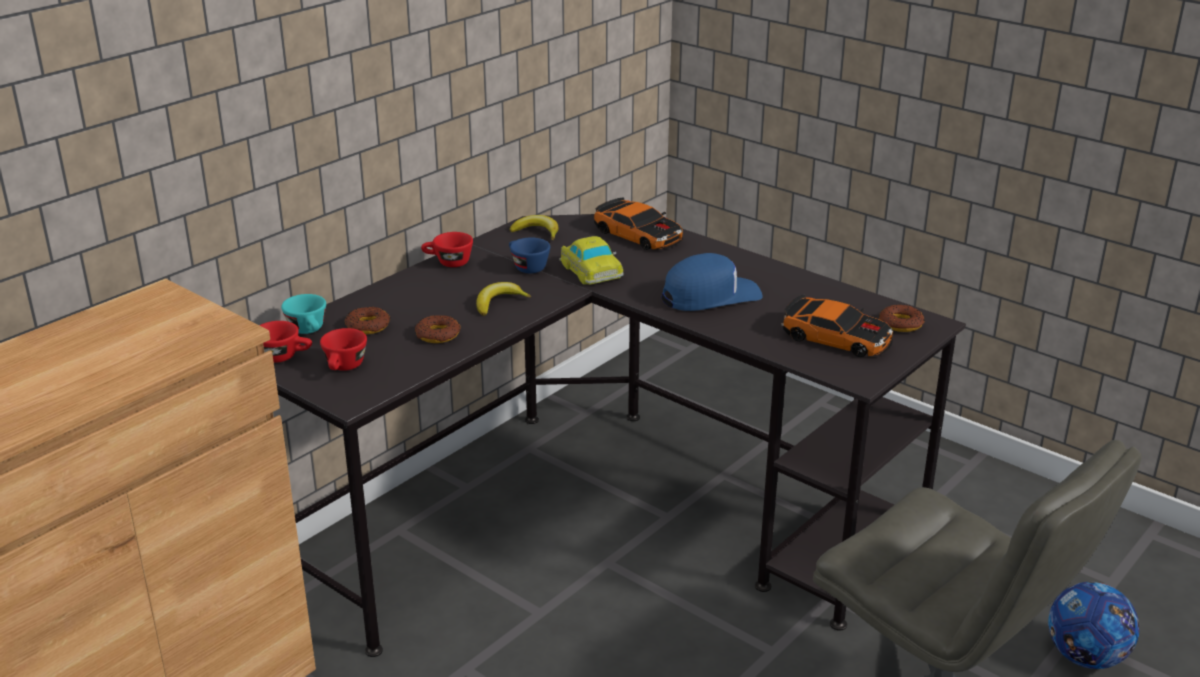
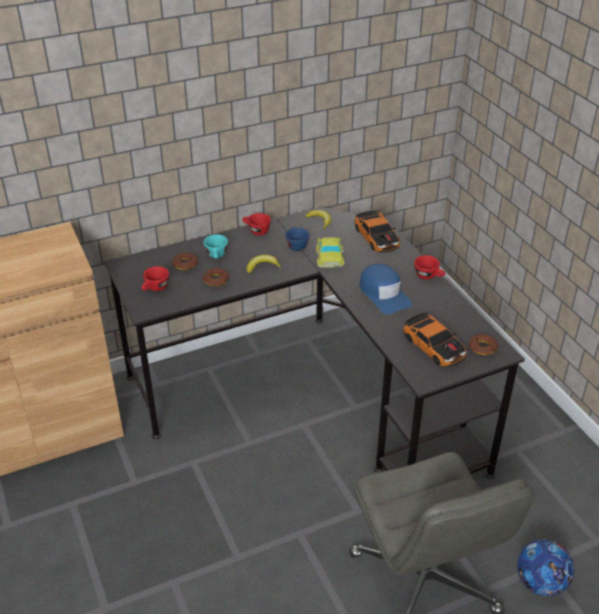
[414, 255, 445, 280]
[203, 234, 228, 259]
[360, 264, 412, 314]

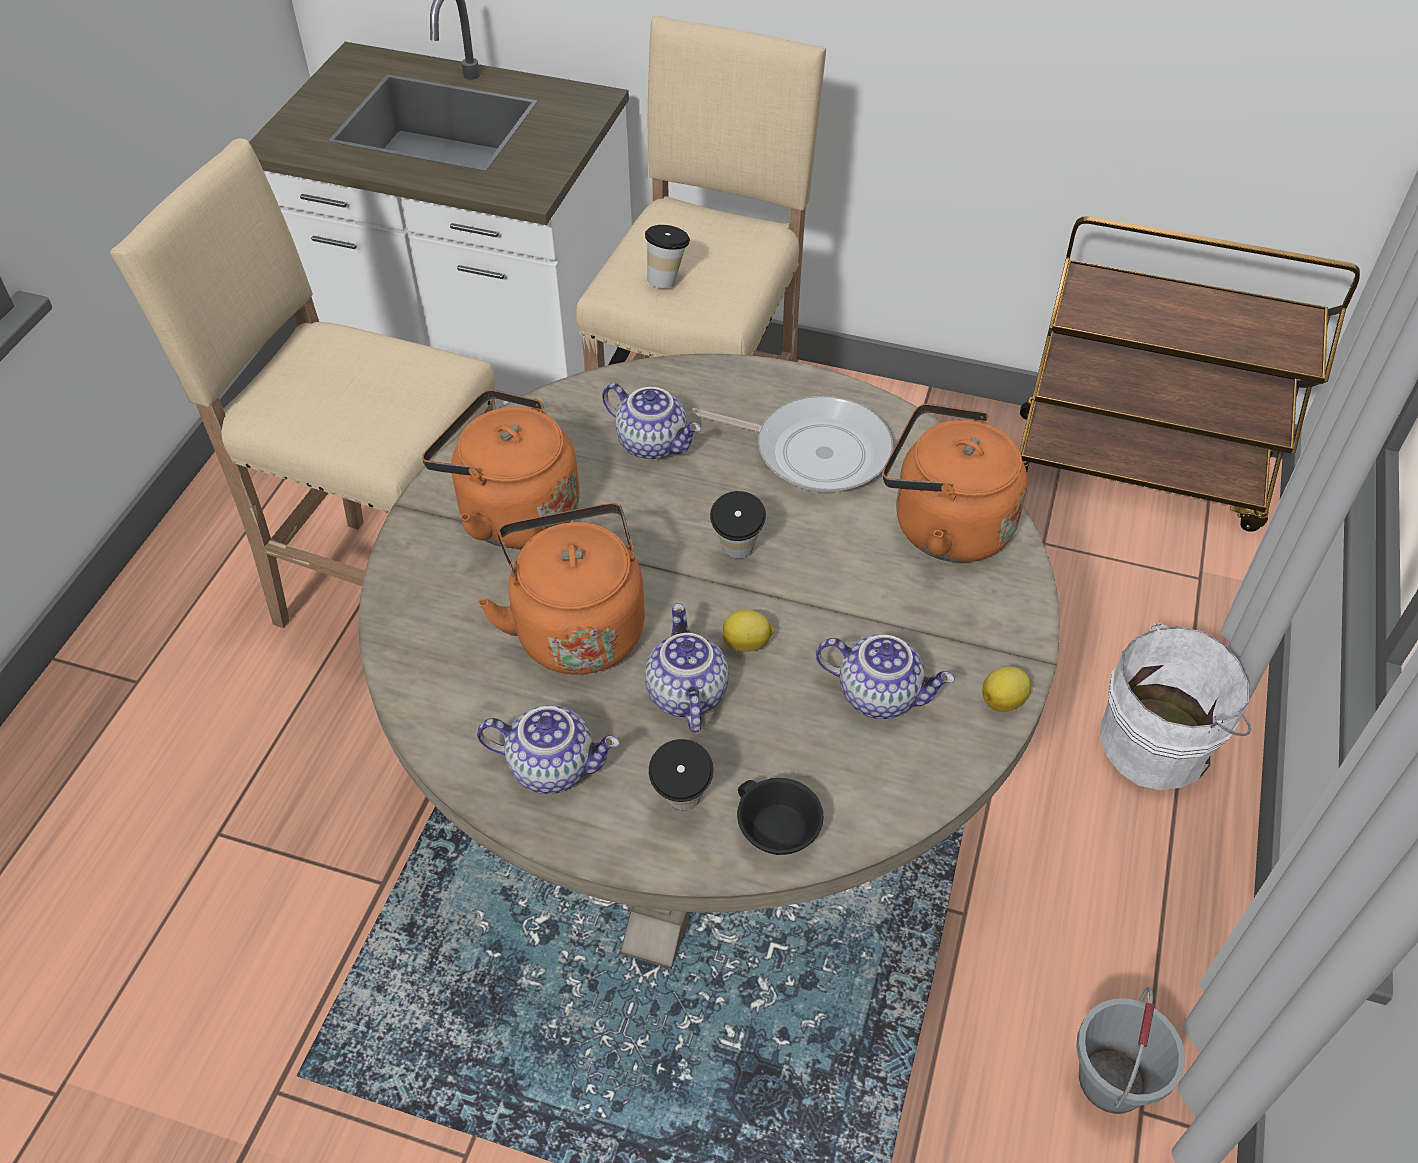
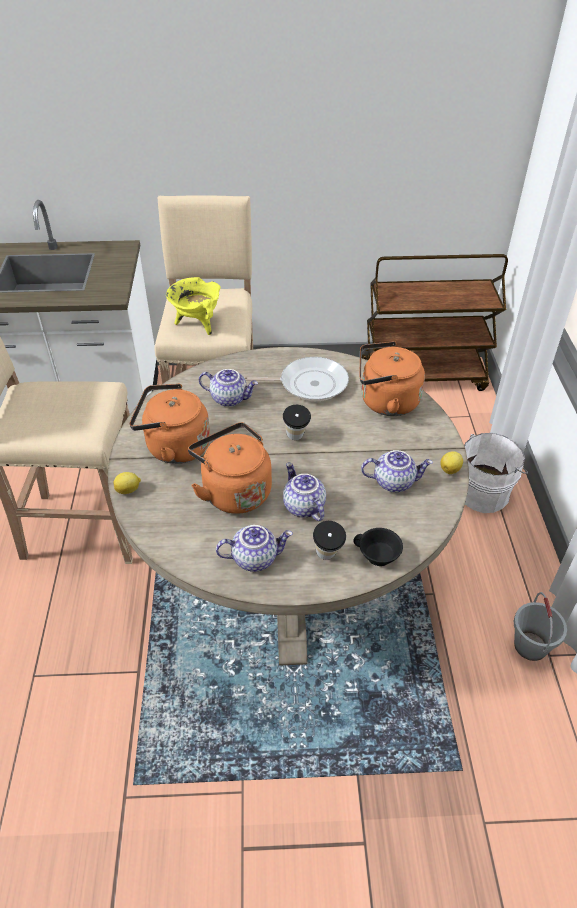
[166, 277, 221, 335]
[113, 472, 141, 494]

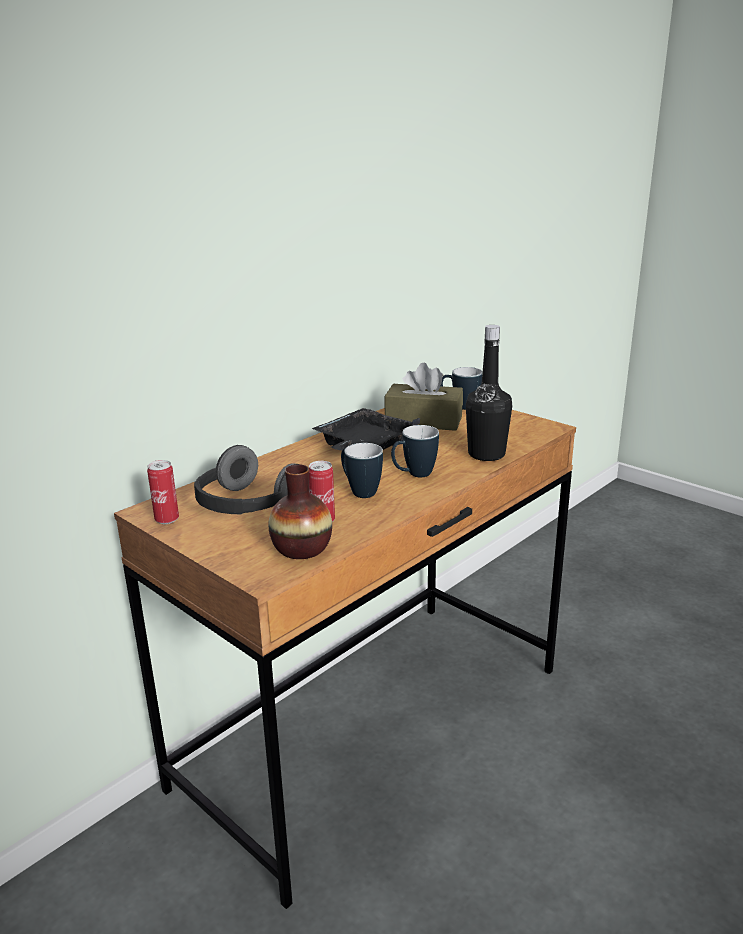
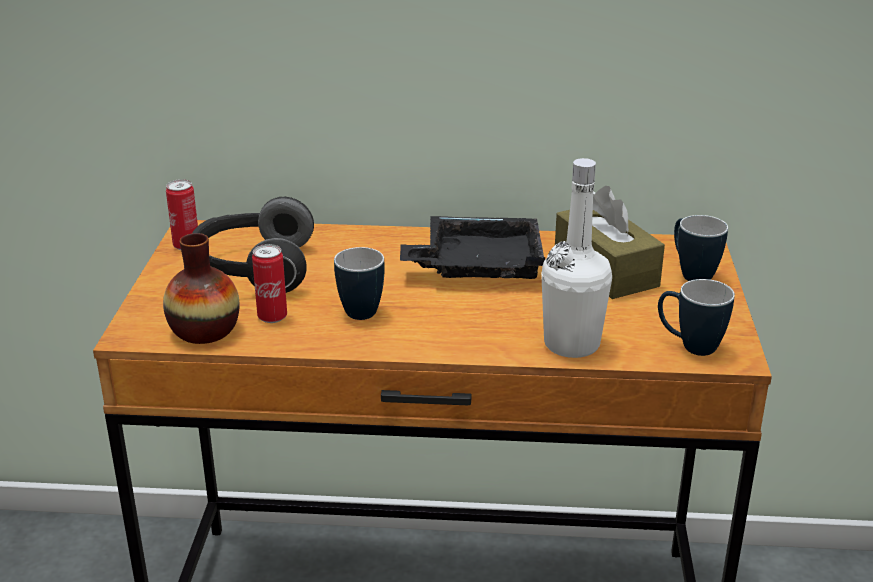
[658, 279, 735, 356]
[541, 158, 612, 358]

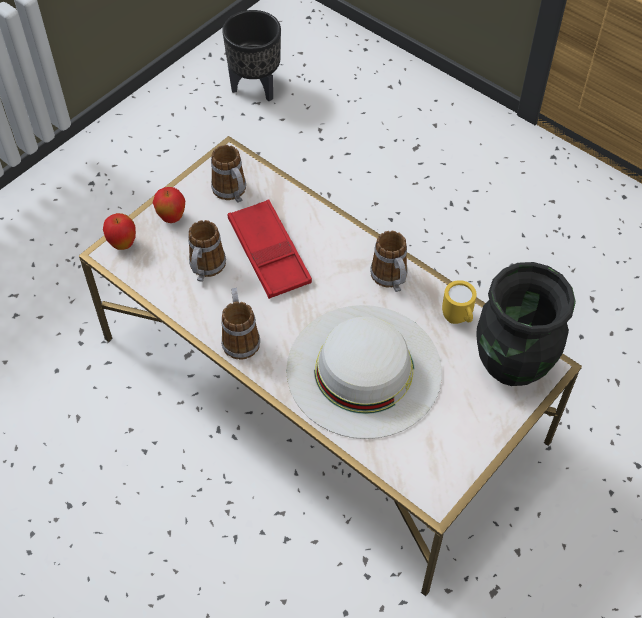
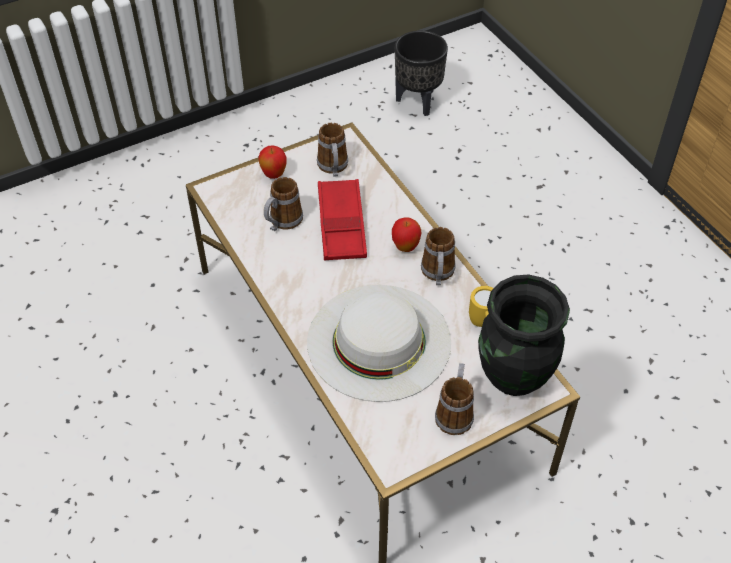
[392, 218, 421, 252]
[435, 363, 474, 435]

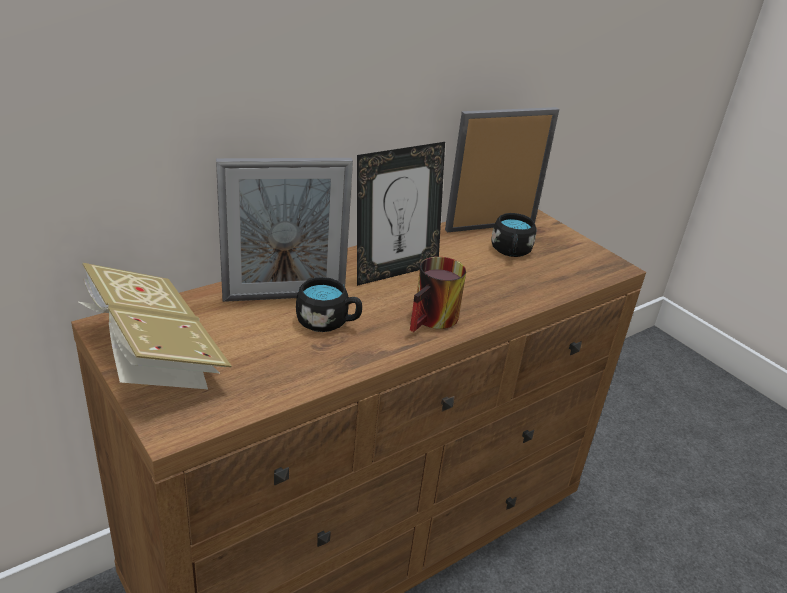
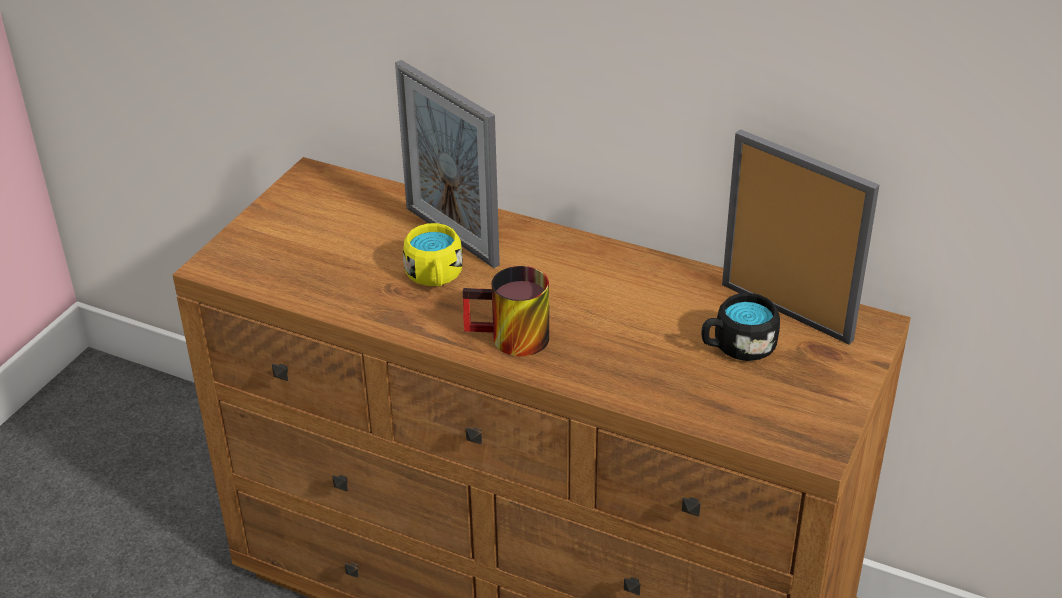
[77, 263, 232, 389] (first image)
[403, 223, 463, 286]
[357, 142, 445, 286] (first image)

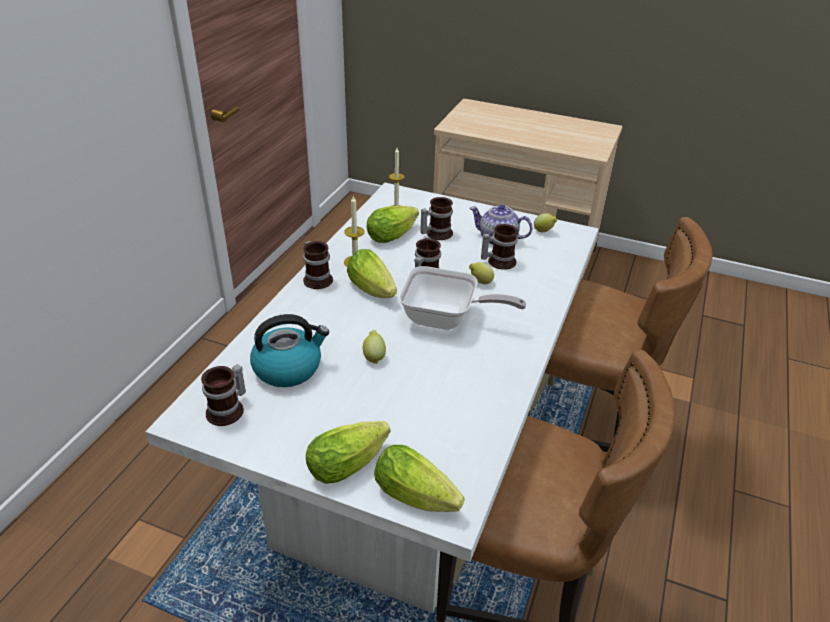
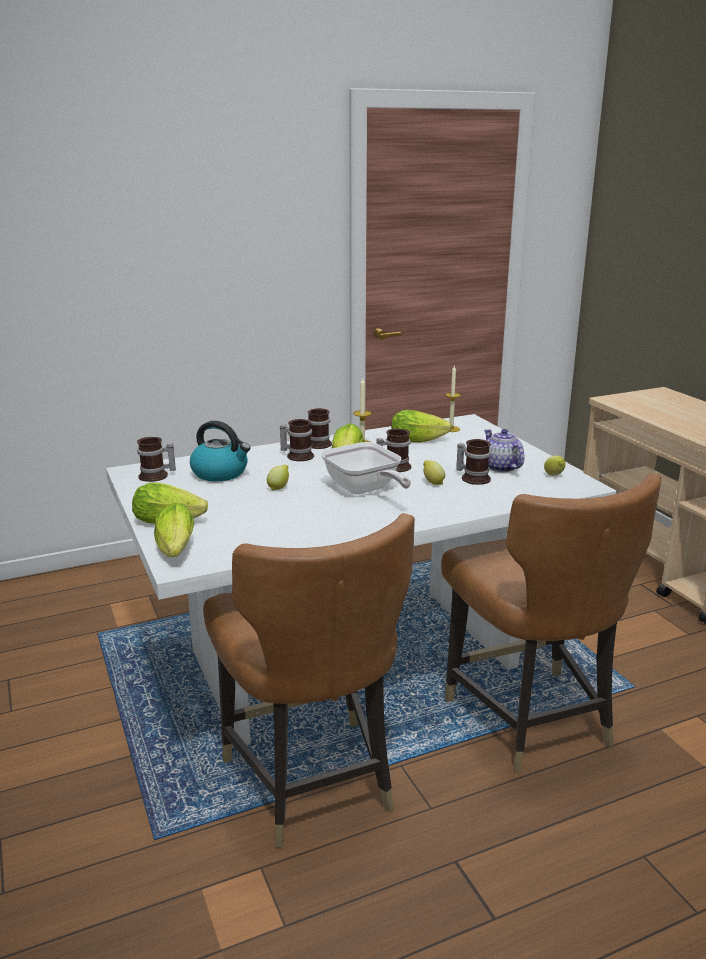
[280, 419, 314, 461]

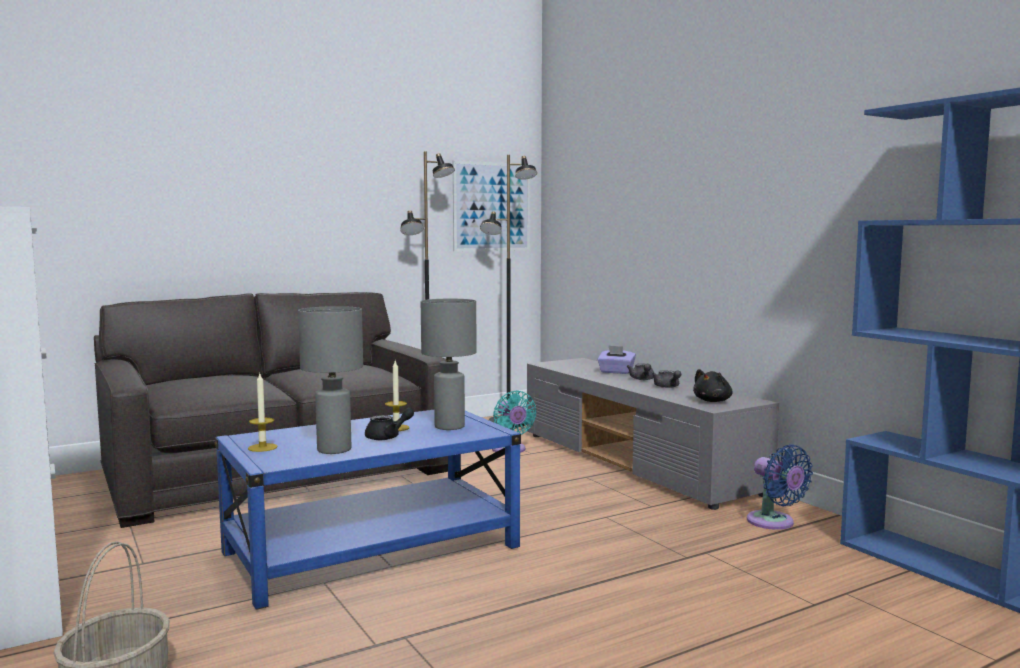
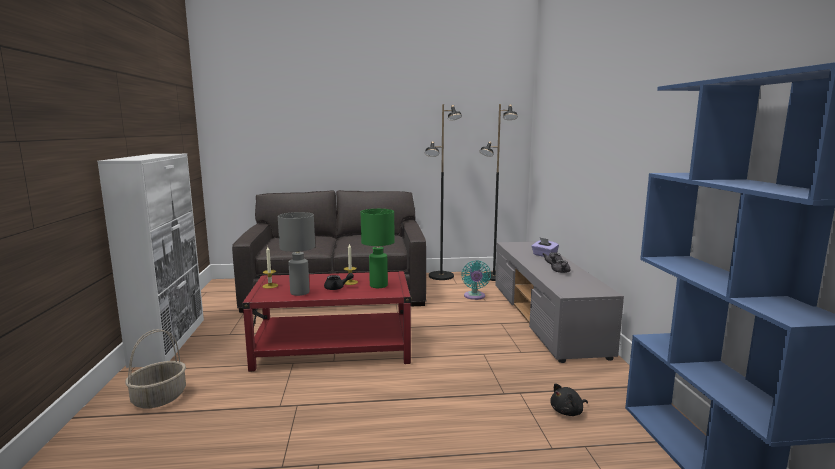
[242, 271, 412, 372]
[361, 209, 395, 288]
[453, 160, 530, 252] (first image)
[550, 384, 588, 416]
[747, 444, 813, 530] (first image)

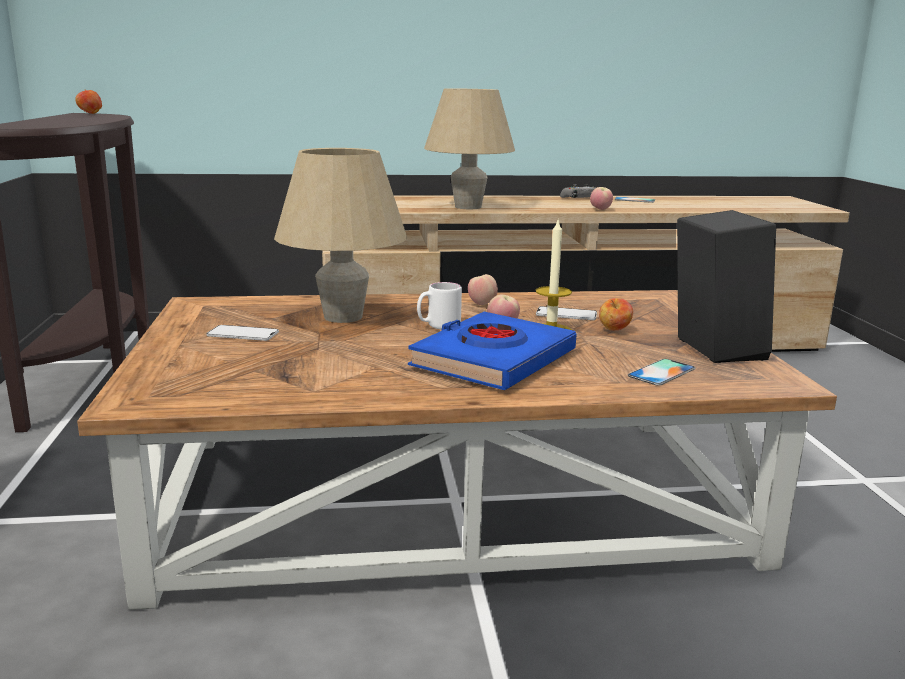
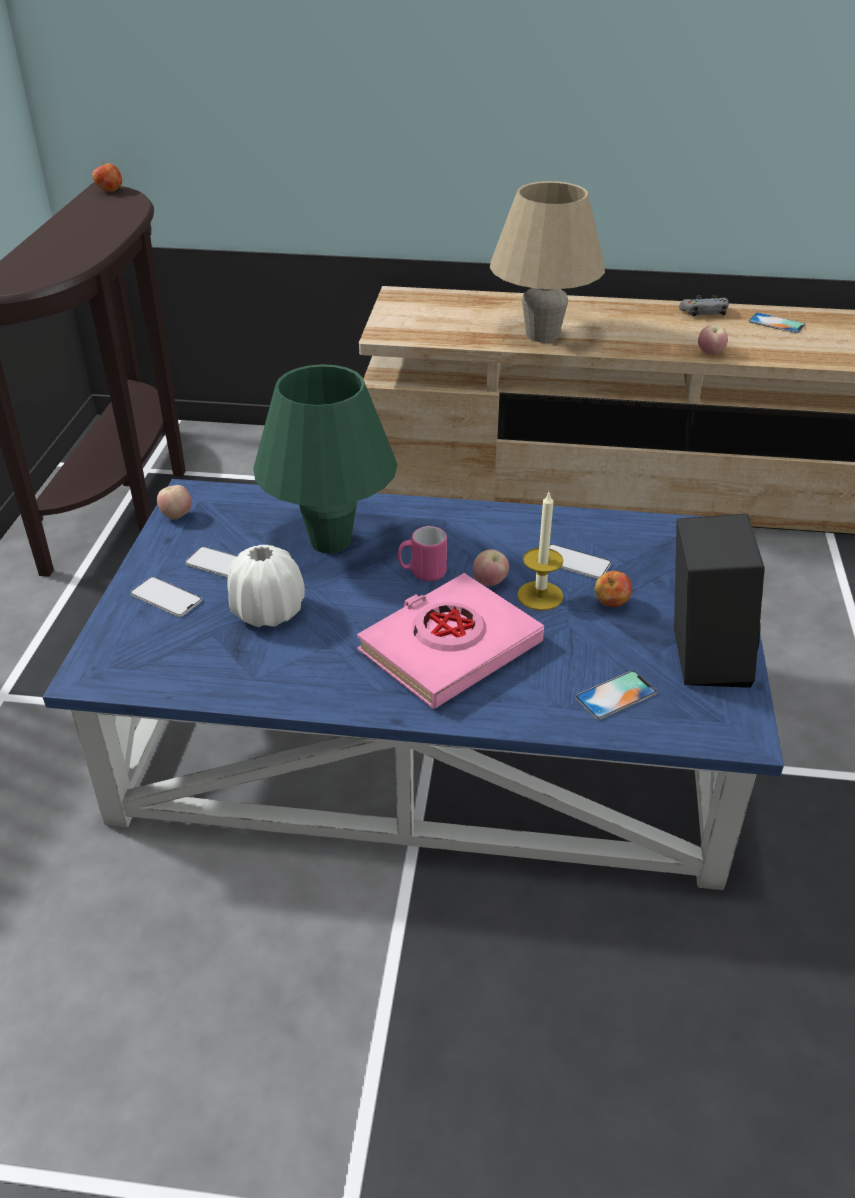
[43, 479, 784, 890]
[253, 364, 398, 553]
[357, 573, 544, 709]
[398, 526, 447, 581]
[157, 485, 192, 520]
[130, 577, 202, 617]
[228, 545, 305, 627]

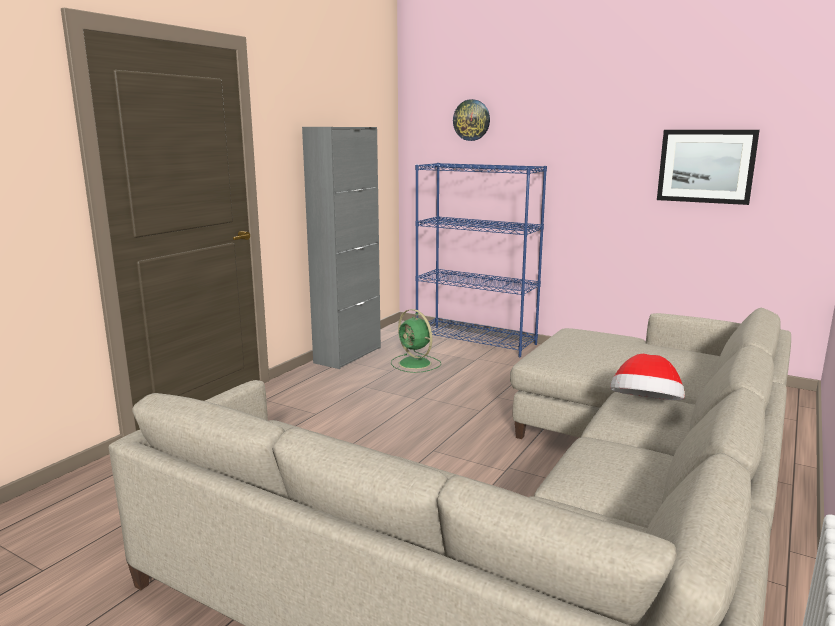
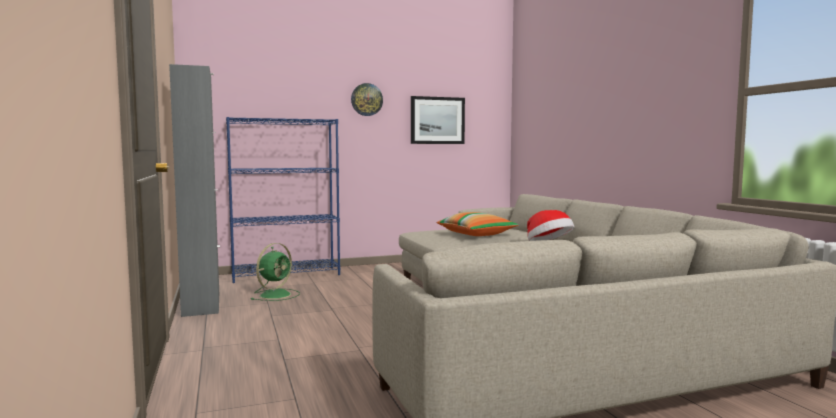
[251, 243, 300, 301]
[351, 83, 383, 116]
[436, 212, 518, 236]

